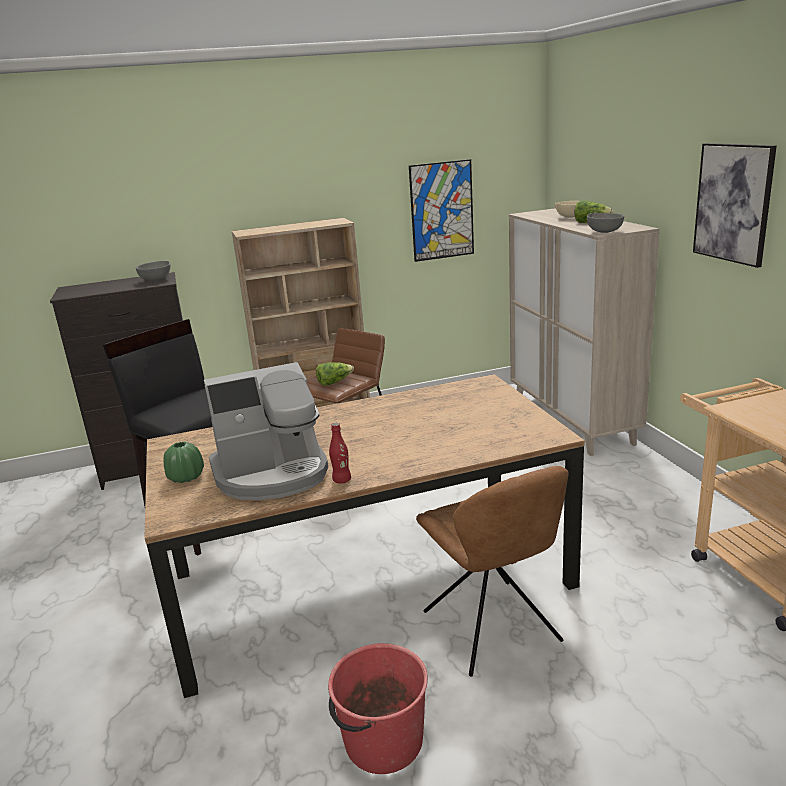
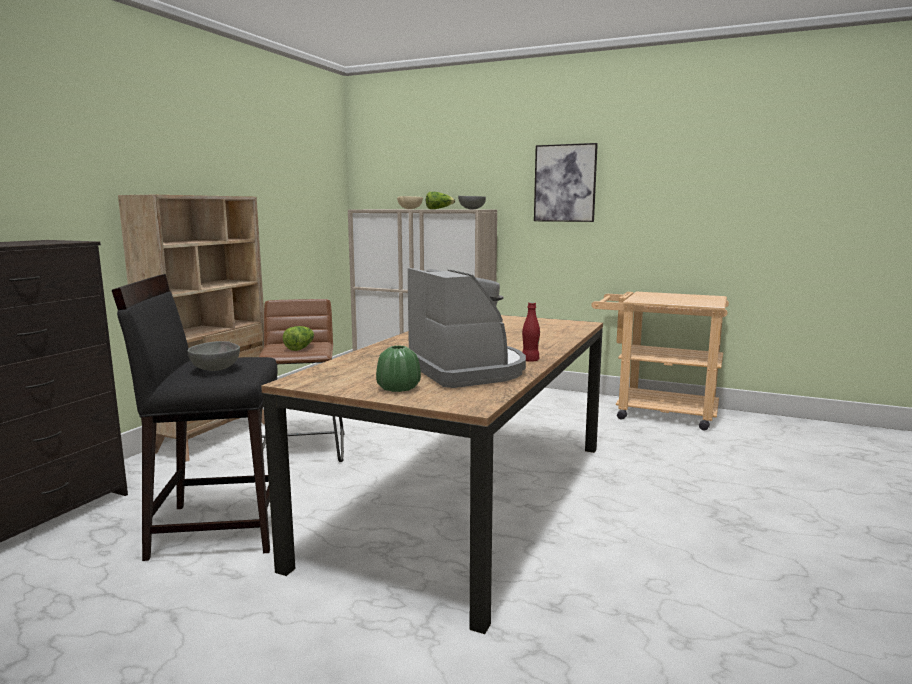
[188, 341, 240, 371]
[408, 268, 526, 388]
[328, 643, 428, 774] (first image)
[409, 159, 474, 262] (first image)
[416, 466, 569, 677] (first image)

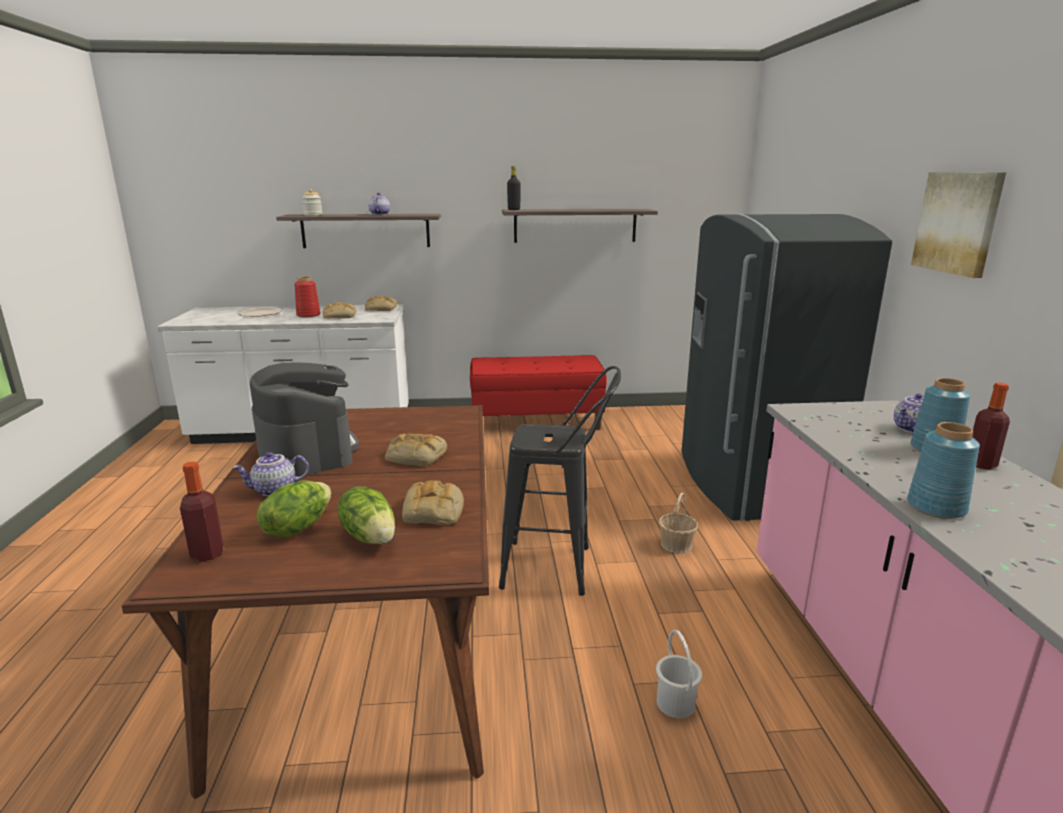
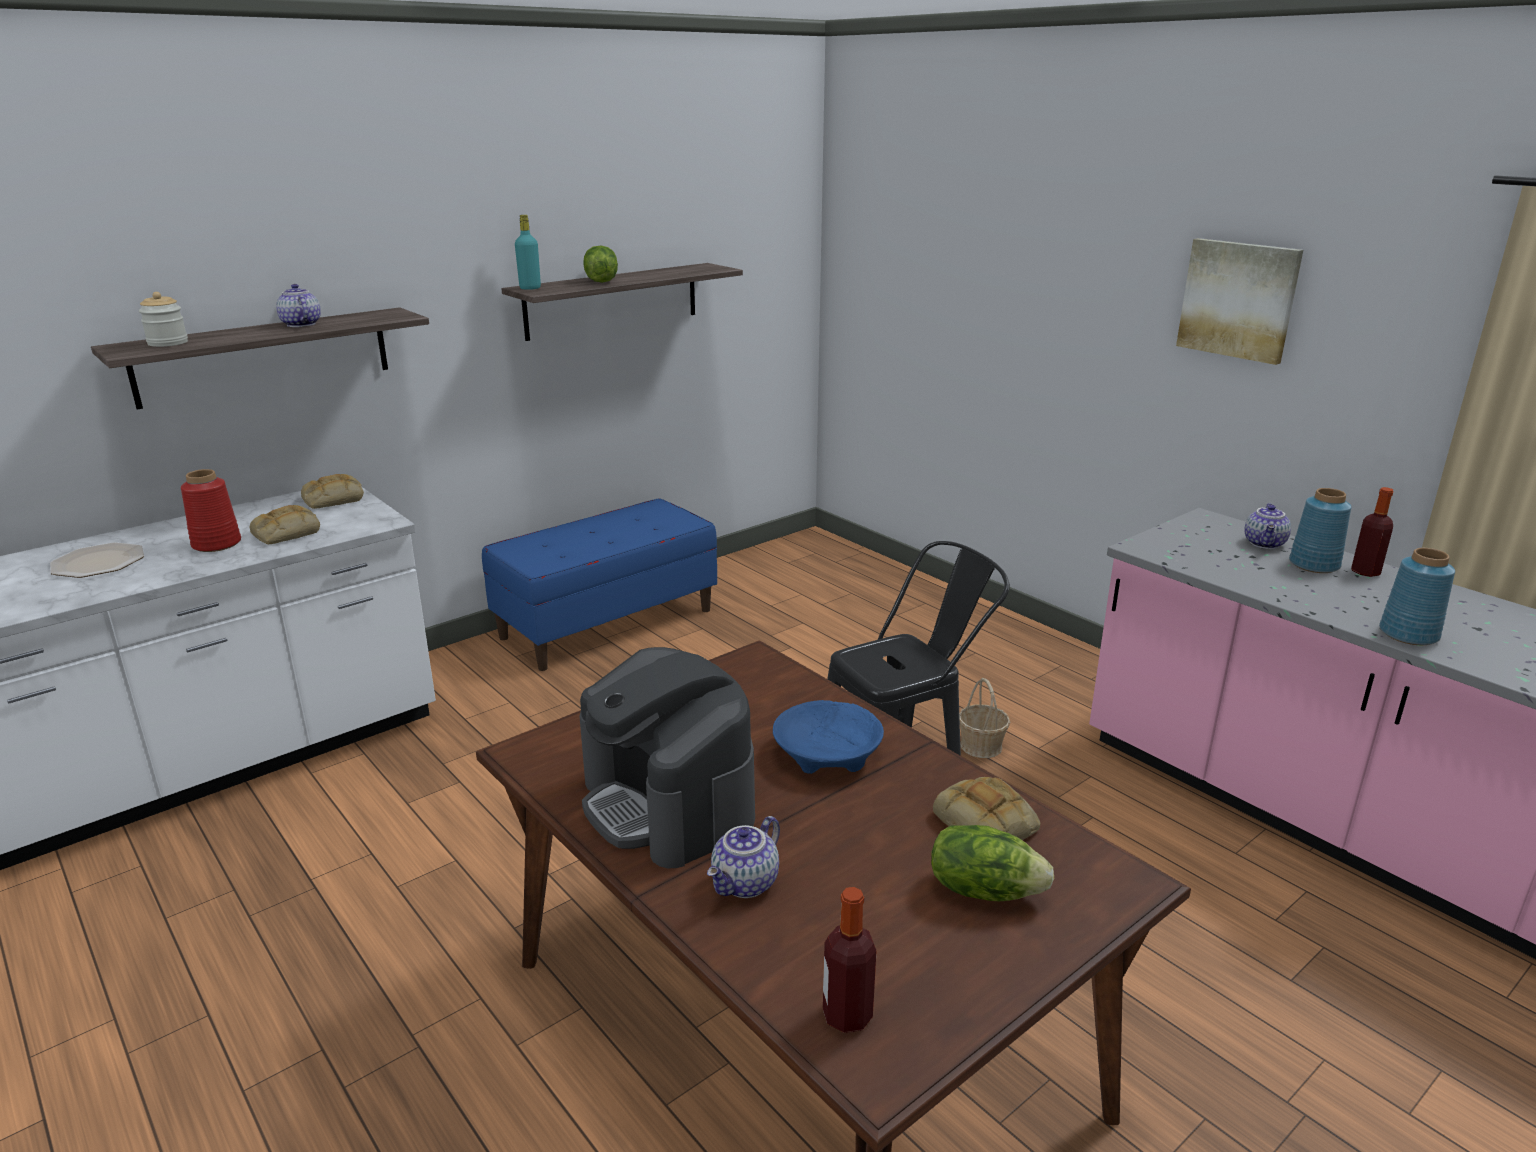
[579, 647, 755, 868]
[583, 245, 618, 283]
[773, 700, 884, 774]
[482, 498, 717, 671]
[515, 215, 541, 290]
[656, 630, 702, 718] (first image)
[681, 214, 892, 521] (first image)

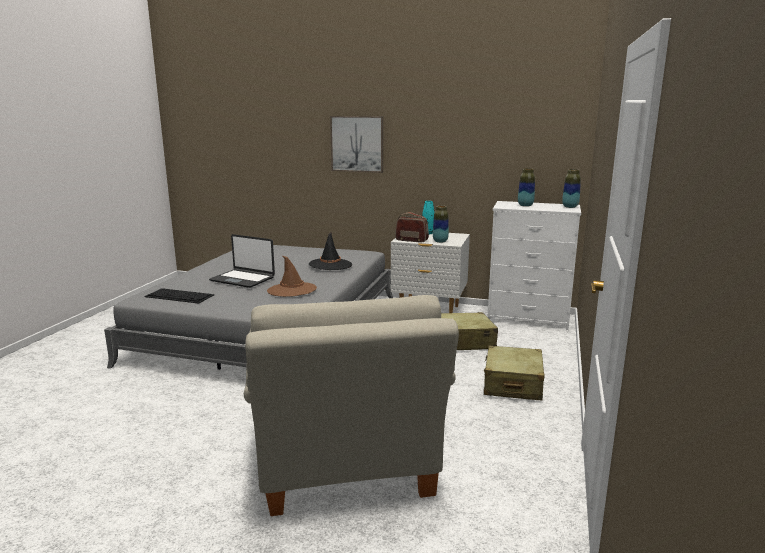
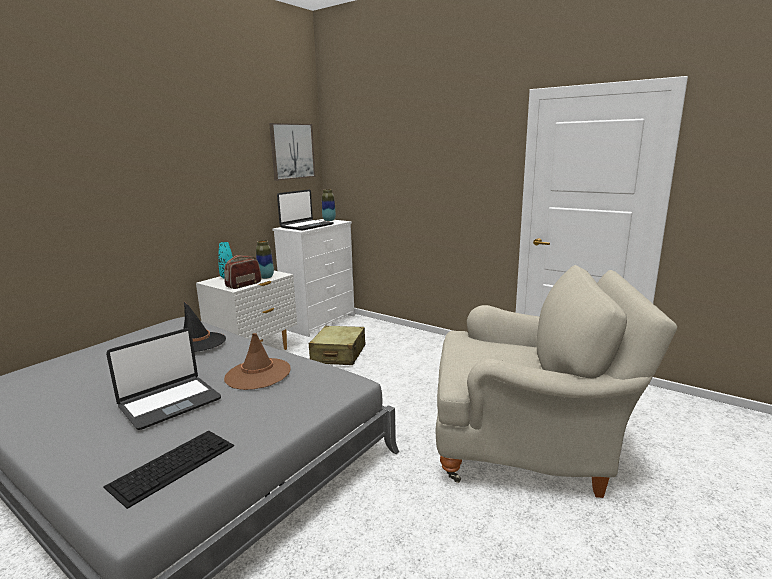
[269, 123, 316, 181]
[484, 346, 545, 400] (first image)
[277, 190, 334, 231]

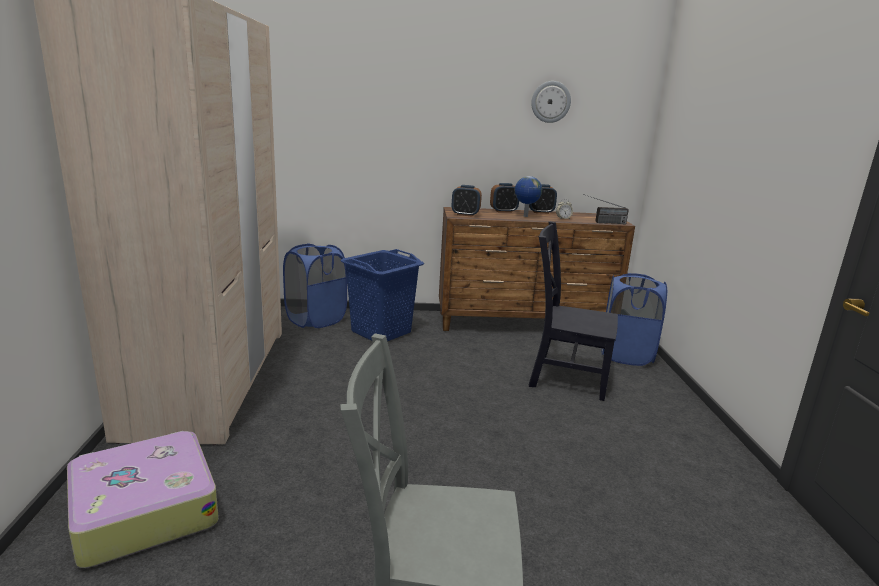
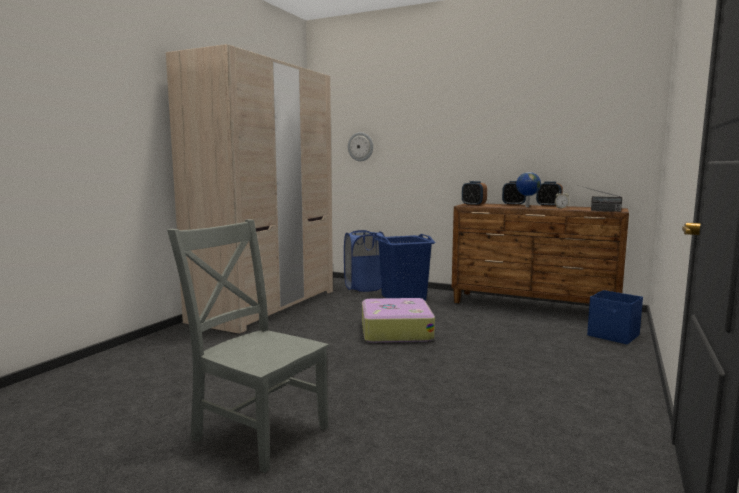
[362, 298, 435, 343]
[529, 221, 618, 401] (first image)
[348, 132, 373, 161]
[587, 290, 643, 345]

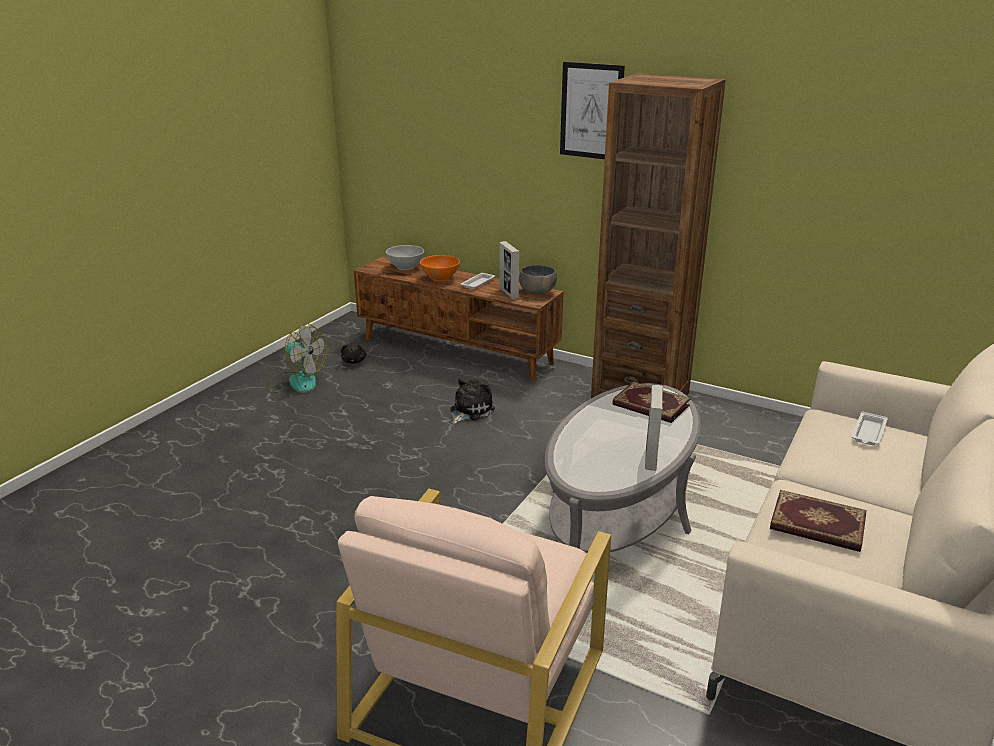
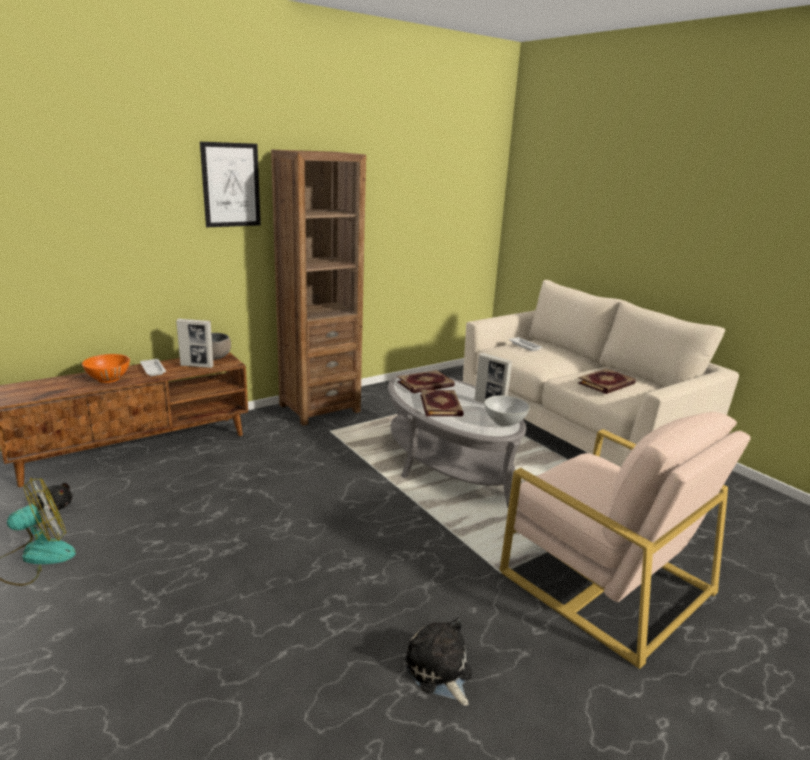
[484, 395, 530, 427]
[405, 618, 472, 706]
[420, 390, 464, 417]

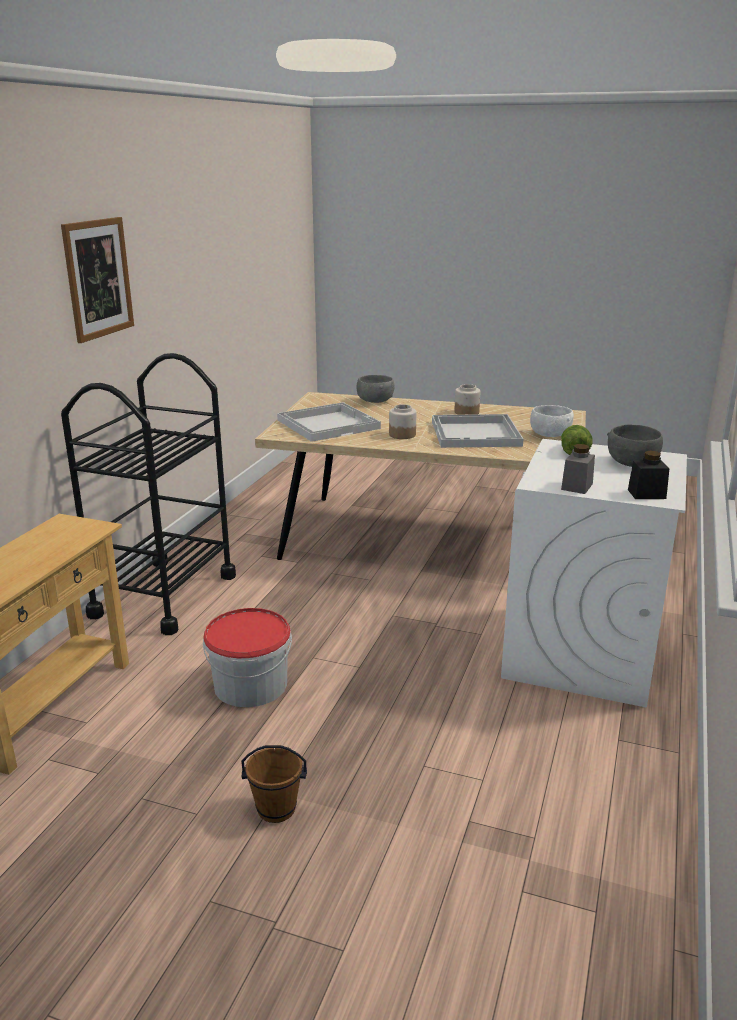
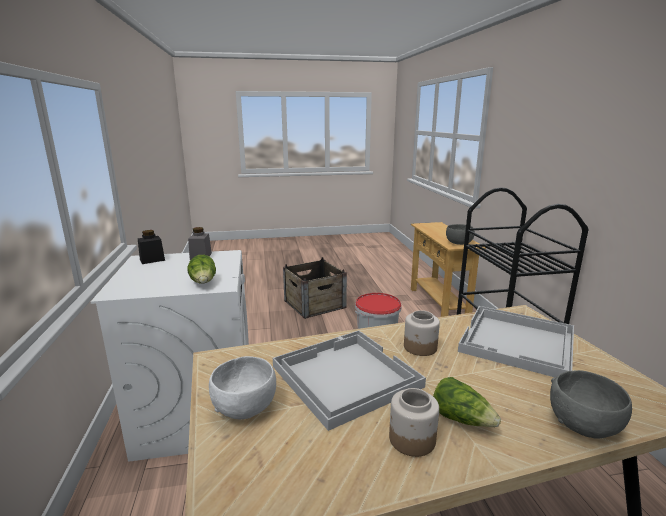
[61, 217, 134, 343] (first image)
[283, 257, 347, 319]
[446, 224, 475, 245]
[433, 377, 501, 427]

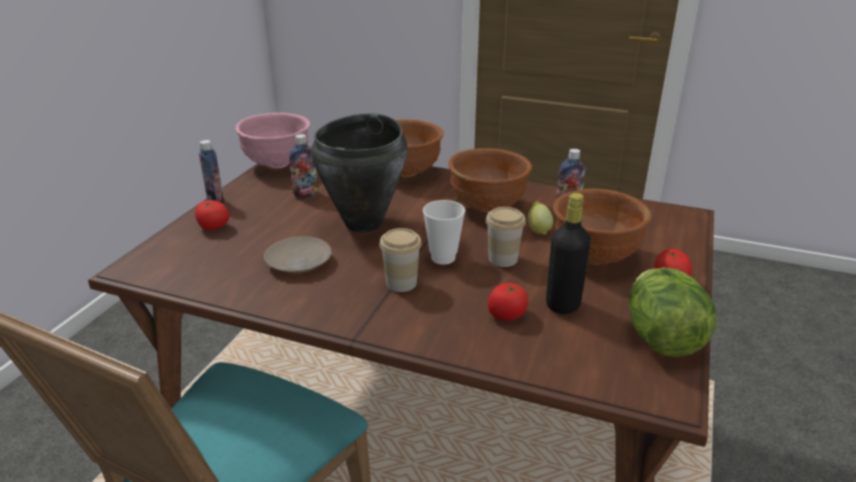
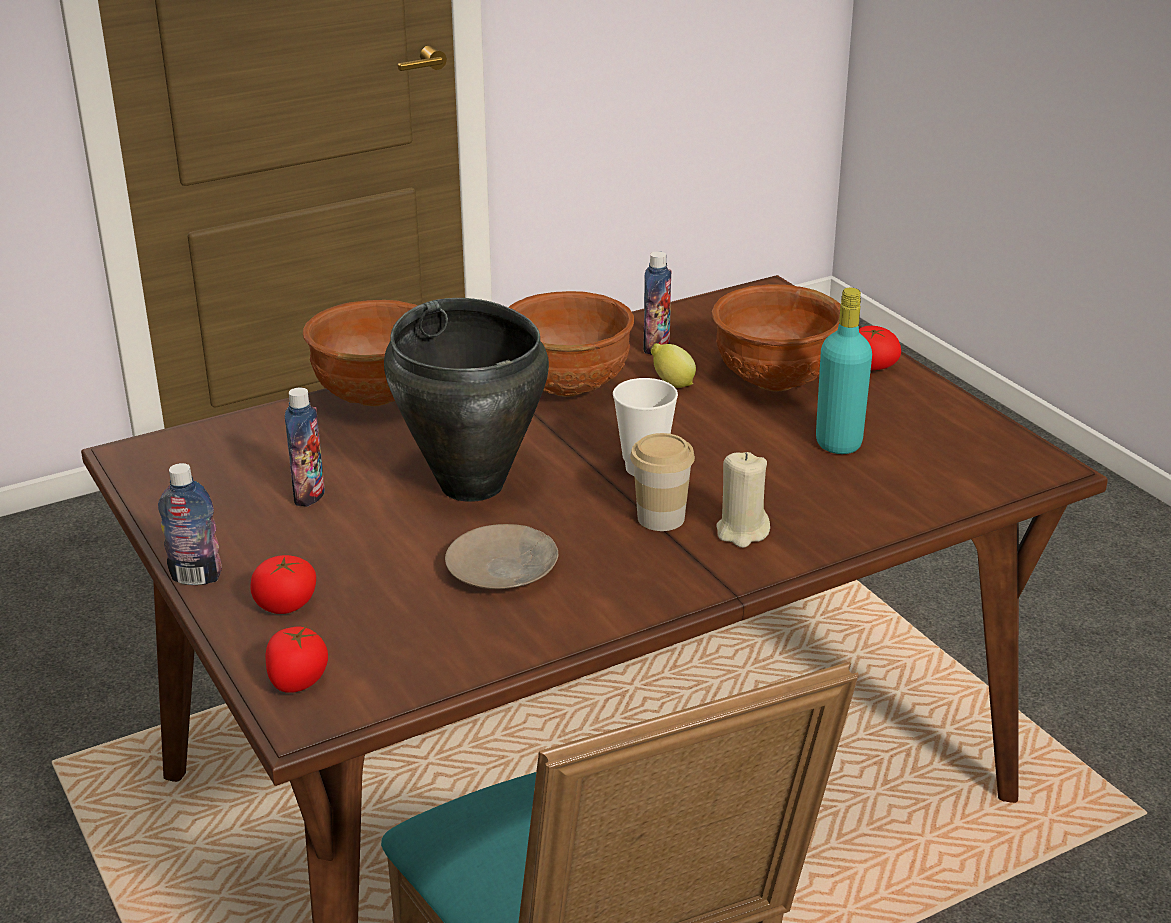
[235, 113, 310, 168] (first image)
[486, 207, 526, 267] (first image)
[265, 625, 328, 693]
[816, 288, 872, 454]
[629, 267, 716, 357] (first image)
[716, 452, 770, 548]

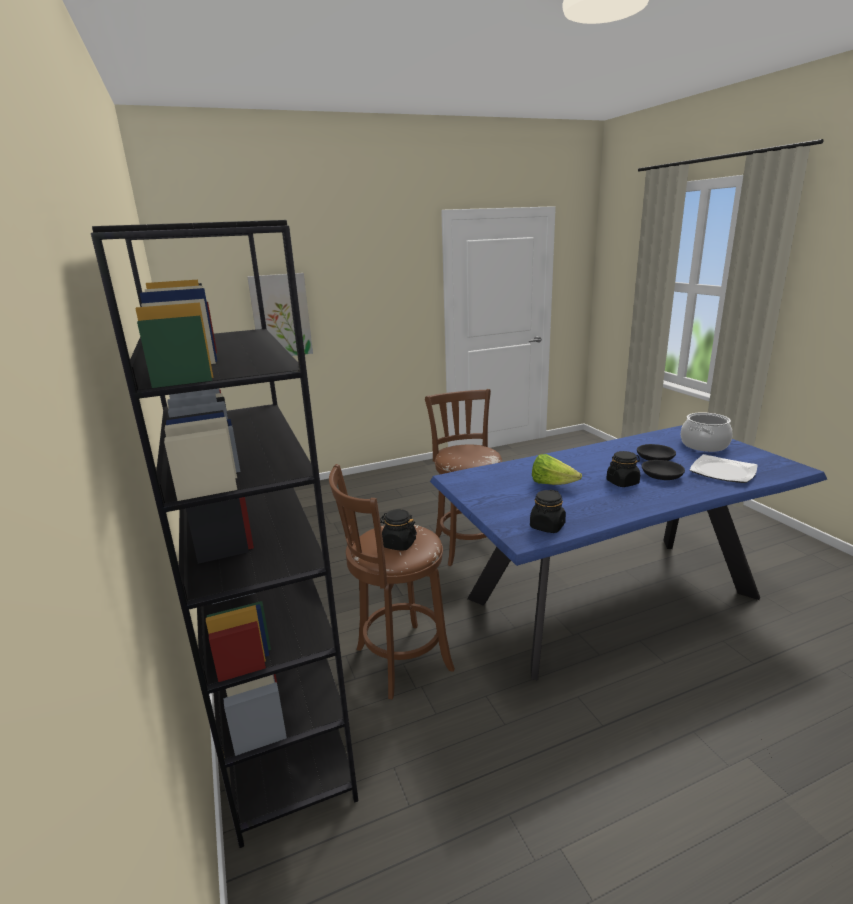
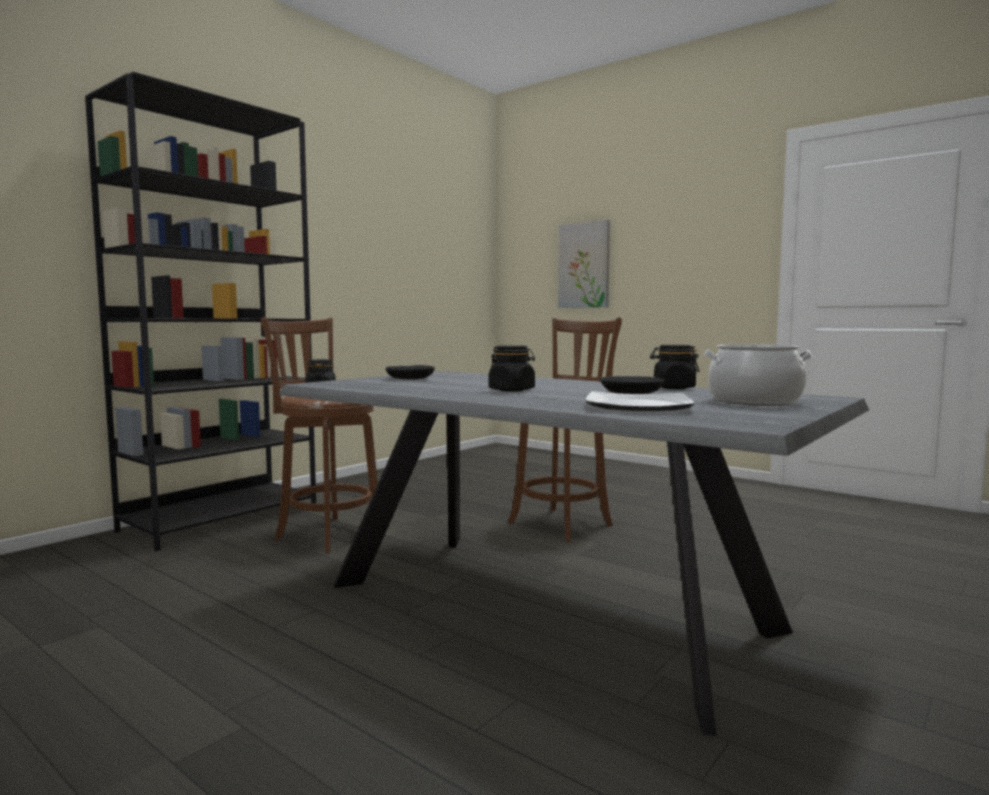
[279, 371, 869, 736]
[650, 345, 699, 389]
[532, 454, 582, 485] (first image)
[385, 365, 435, 380]

